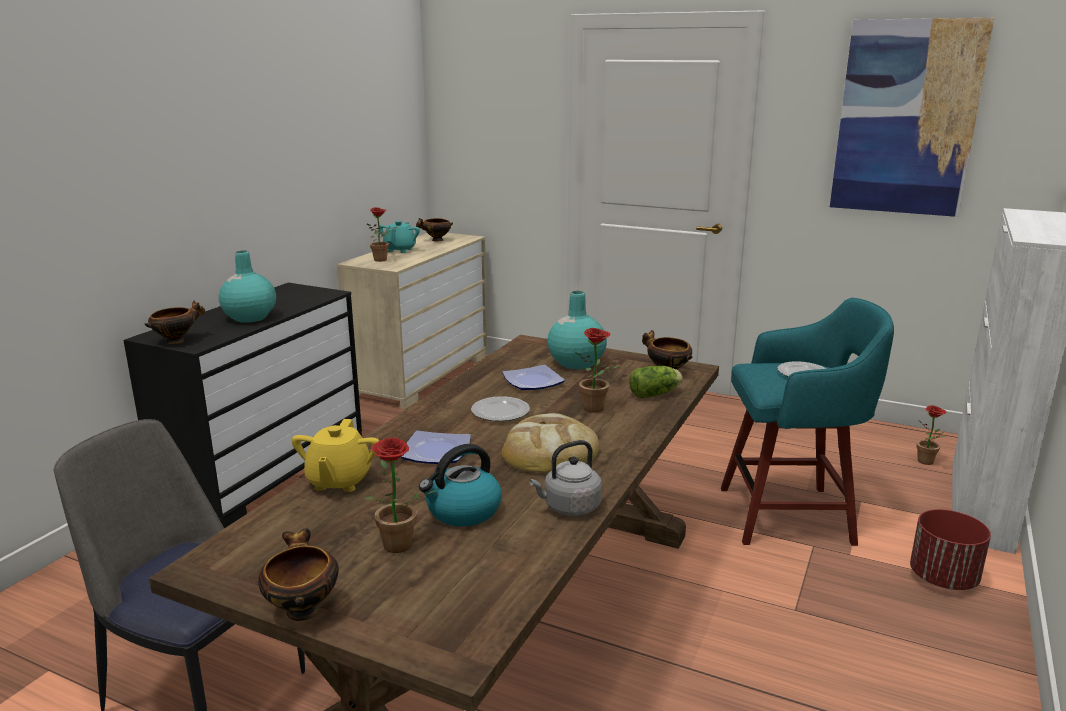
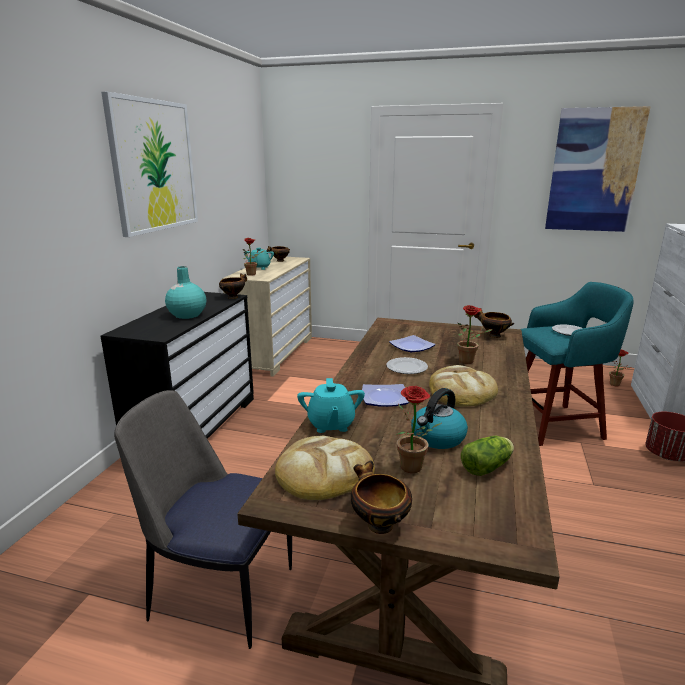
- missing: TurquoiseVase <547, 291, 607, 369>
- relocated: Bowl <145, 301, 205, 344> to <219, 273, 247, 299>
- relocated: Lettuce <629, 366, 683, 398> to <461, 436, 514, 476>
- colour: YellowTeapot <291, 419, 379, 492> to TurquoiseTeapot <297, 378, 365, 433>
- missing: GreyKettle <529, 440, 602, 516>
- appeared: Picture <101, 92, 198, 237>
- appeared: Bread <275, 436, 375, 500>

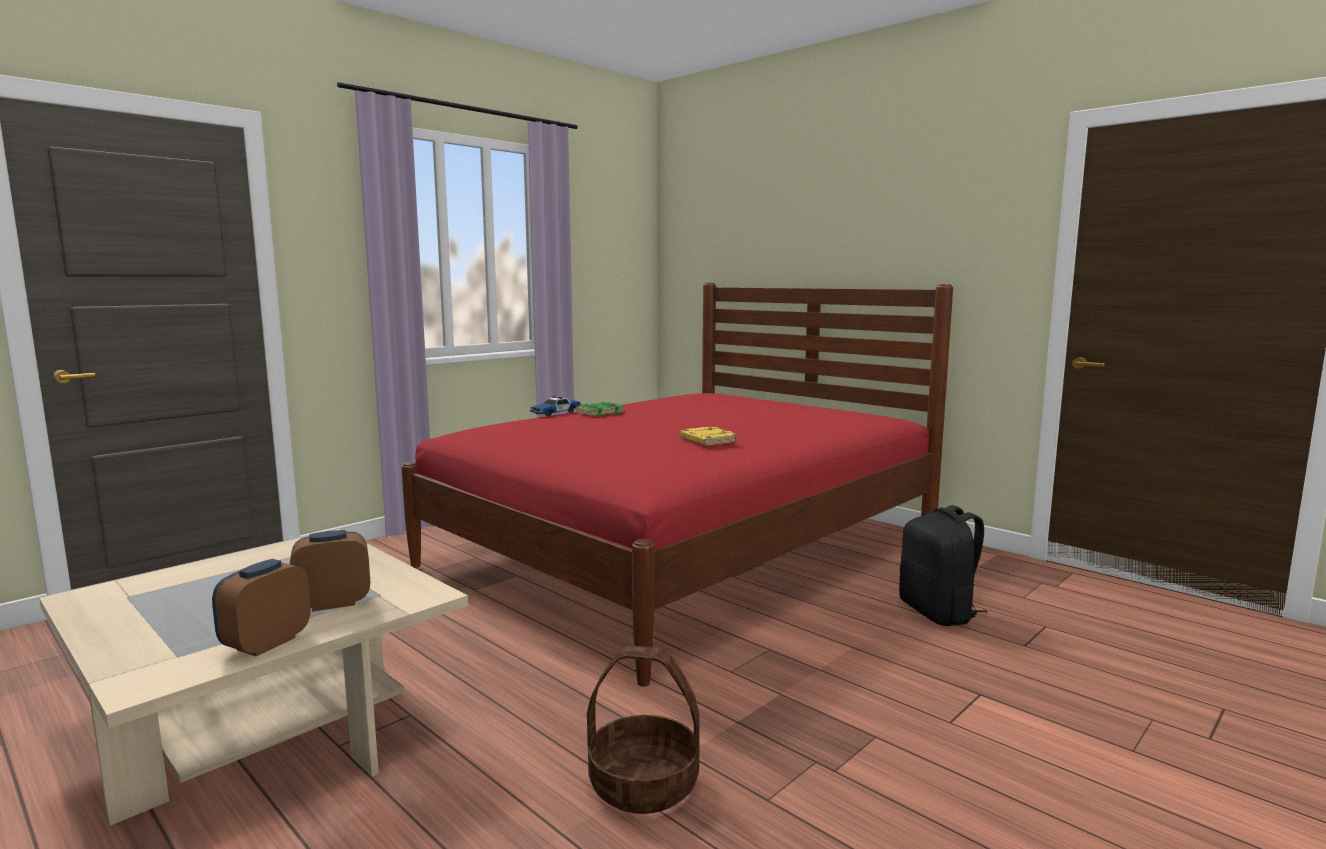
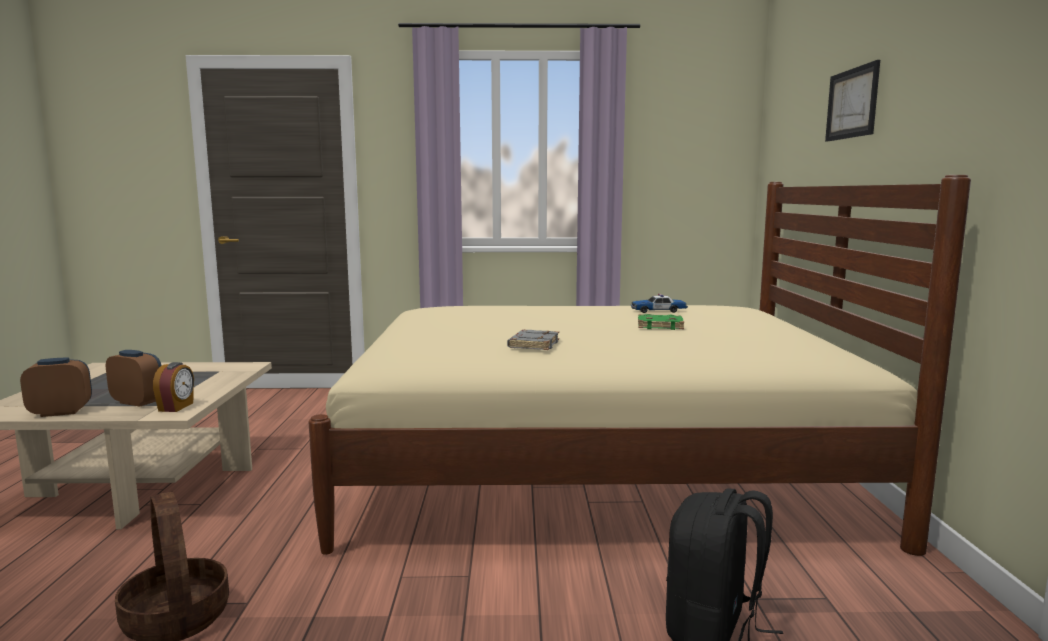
- colour: RedBed <401, 283, 953, 687> to BeigeBed <308, 175, 971, 556>
- relocated: ToyCar <530, 396, 582, 416> to <631, 294, 688, 313>
- relocated: GreenBook <576, 402, 625, 416> to <638, 314, 684, 330>
- colour: YellowBook <680, 426, 737, 446> to GreyBook <507, 330, 559, 350>
- appeared: Picture <825, 60, 880, 141>
- appeared: AlarmClock <153, 362, 194, 412>

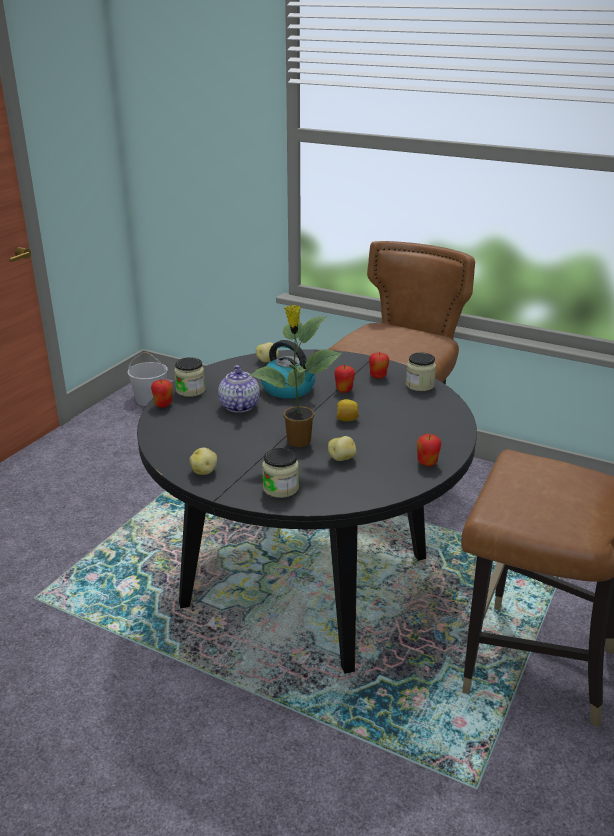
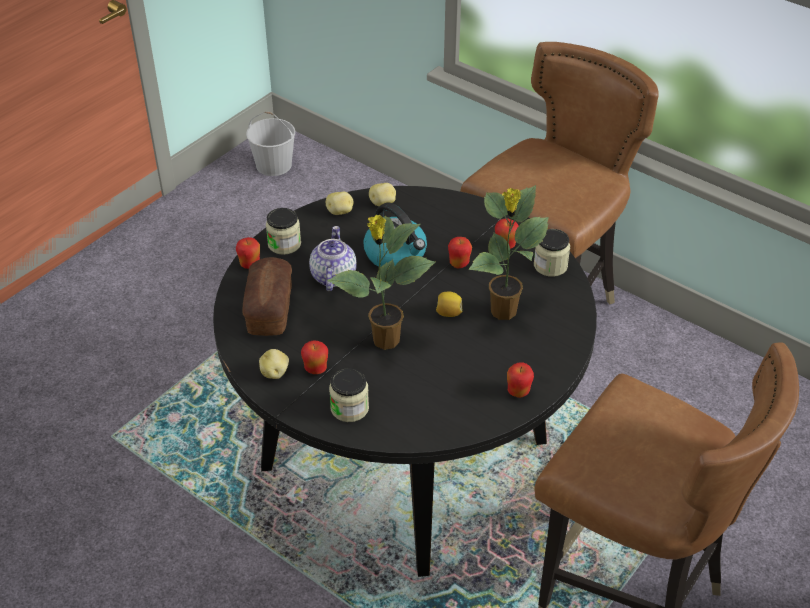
- relocated: Potato <328, 436, 356, 461> to <326, 192, 354, 215>
- appeared: PottedPlant <469, 185, 549, 320>
- appeared: Bread <242, 257, 292, 336>
- appeared: Apple <301, 340, 328, 374>

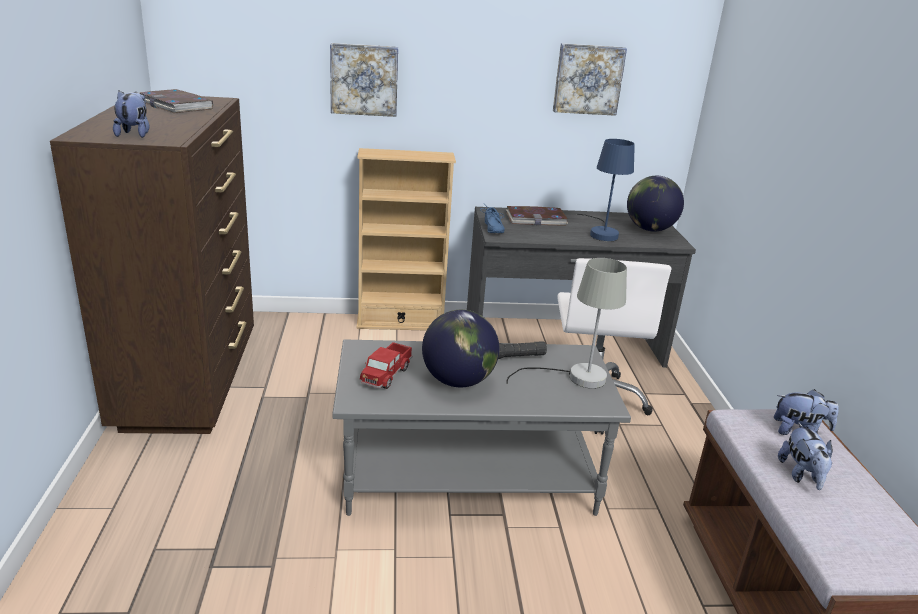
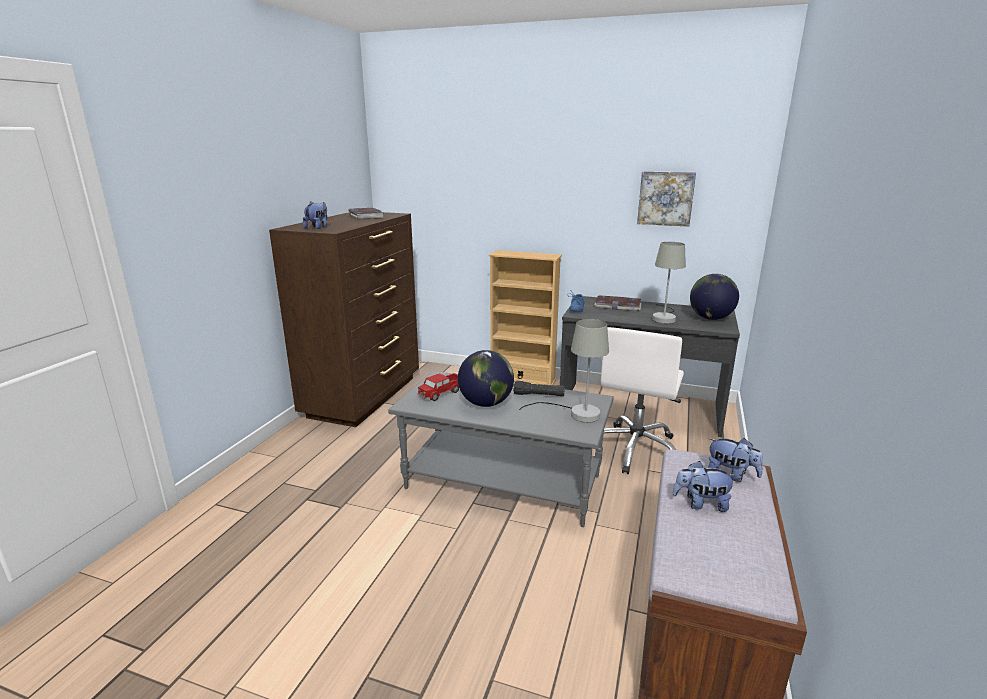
- missing: Picture <330, 43, 398, 117>
- colour: BlueTableLamp <577, 139, 635, 242> to GreyTableLamp <652, 242, 686, 324>
- spun: PlushToy <778, 422, 833, 490> = <673, 461, 737, 512> 75 degrees clockwise

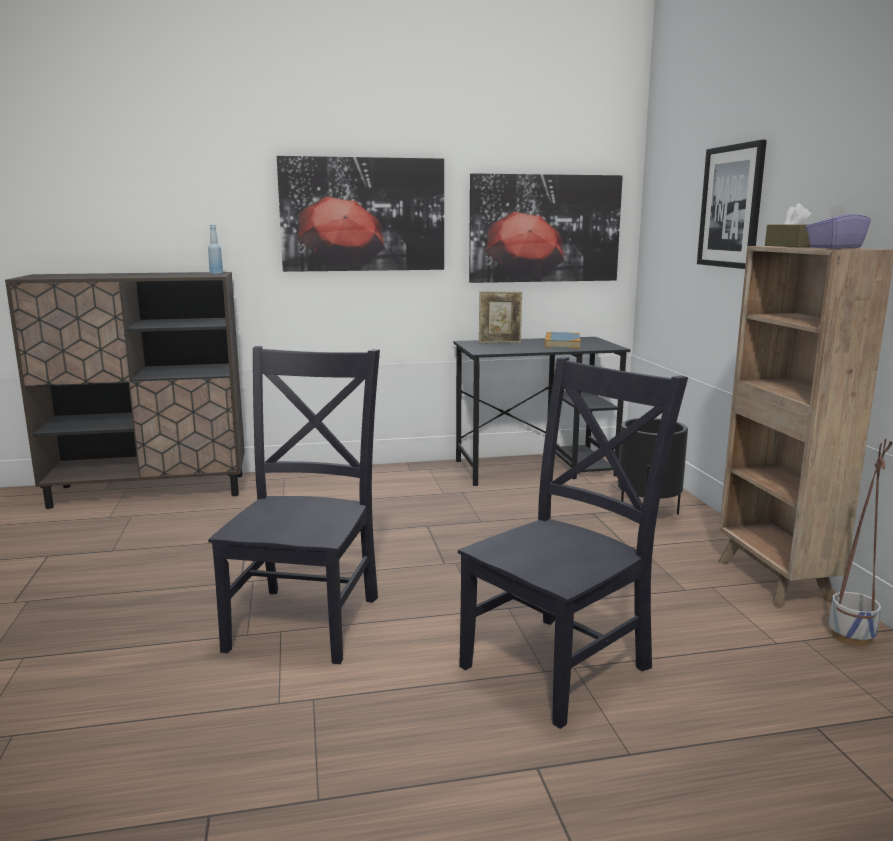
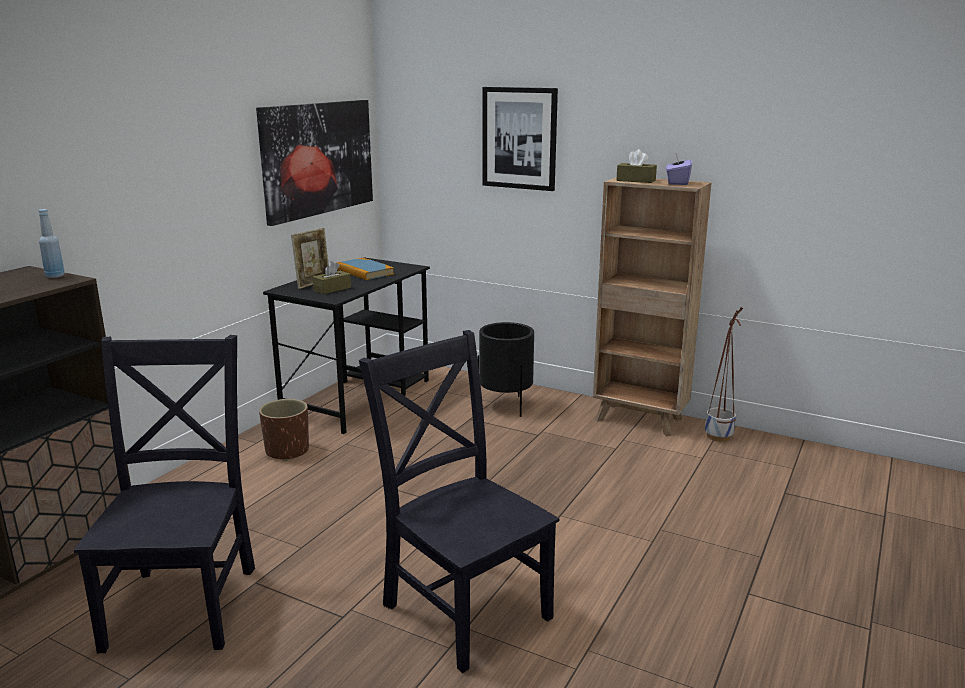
- missing: Picture <277, 156, 444, 272>
- relocated: BlackChair <458, 357, 688, 729> to <74, 335, 255, 653>
- appeared: BrownTissueBox <312, 261, 351, 294>
- appeared: BrownPlanter <259, 399, 309, 461>

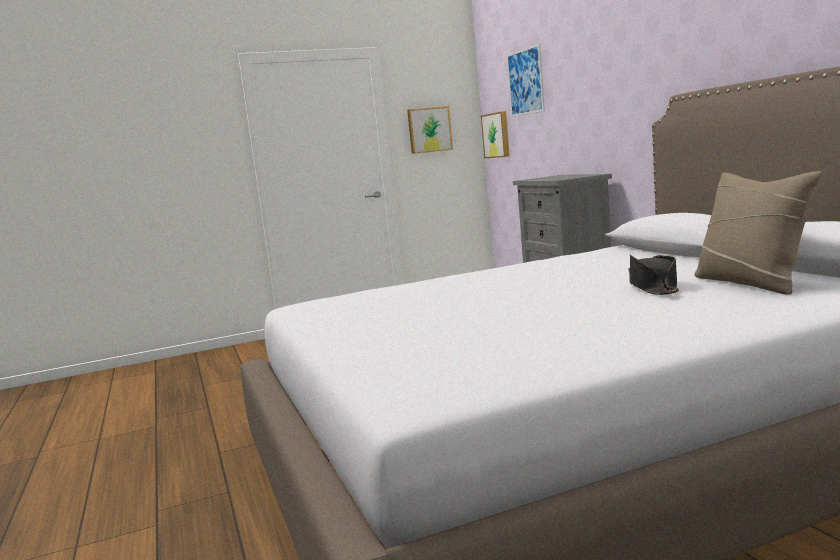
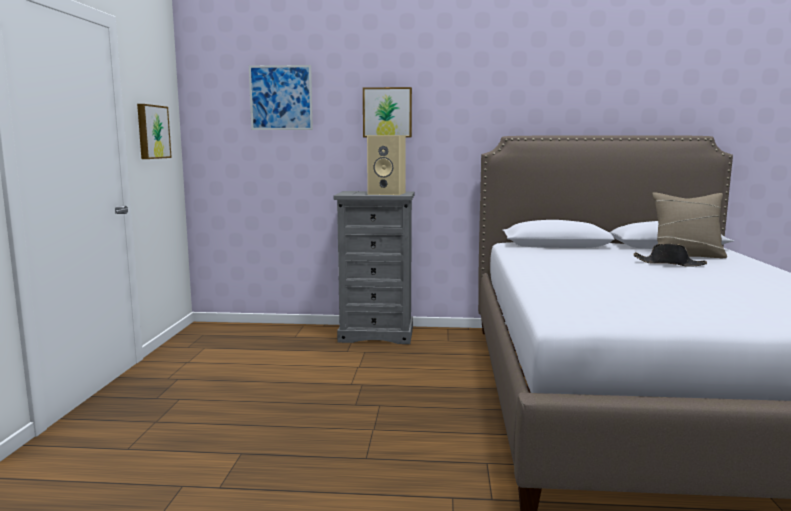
- relocated: Picture <481, 111, 510, 158> to <363, 87, 412, 137>
- appeared: BeigeSpeaker <367, 135, 406, 195>

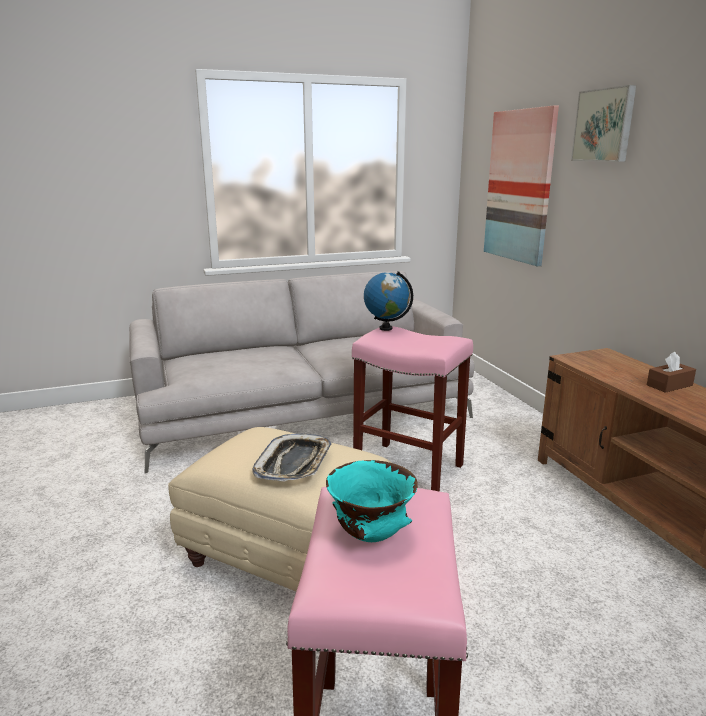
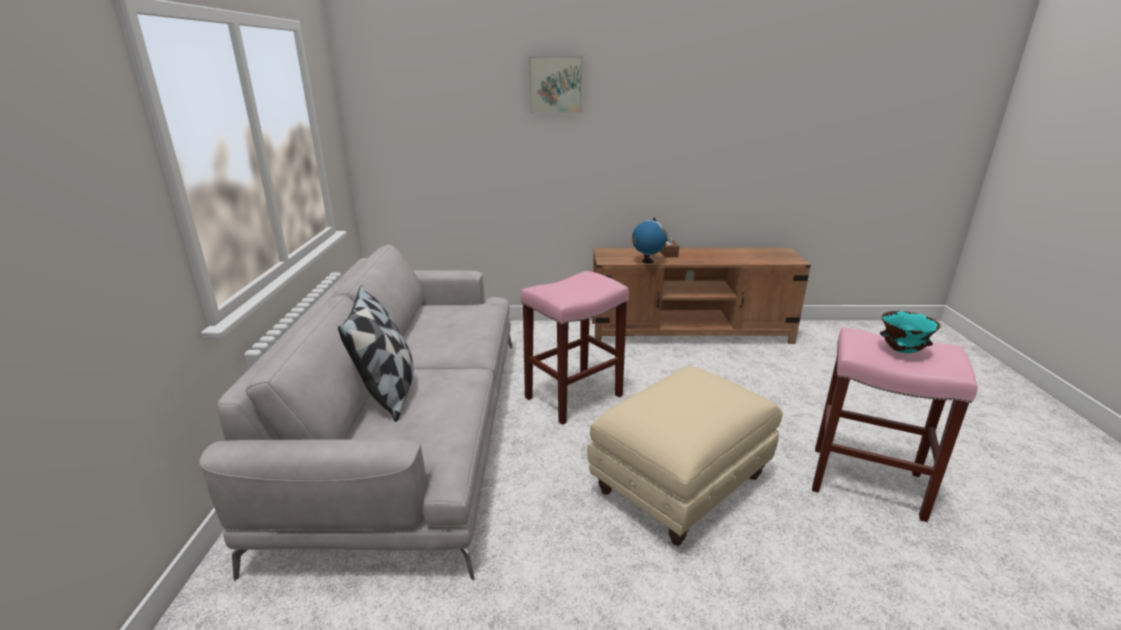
- missing: Picture <484, 105, 559, 266>
- relocated: Globe <364, 271, 413, 331> to <632, 218, 667, 264>
- missing: Tray <252, 433, 332, 482>
- appeared: Pillow <338, 285, 413, 422>

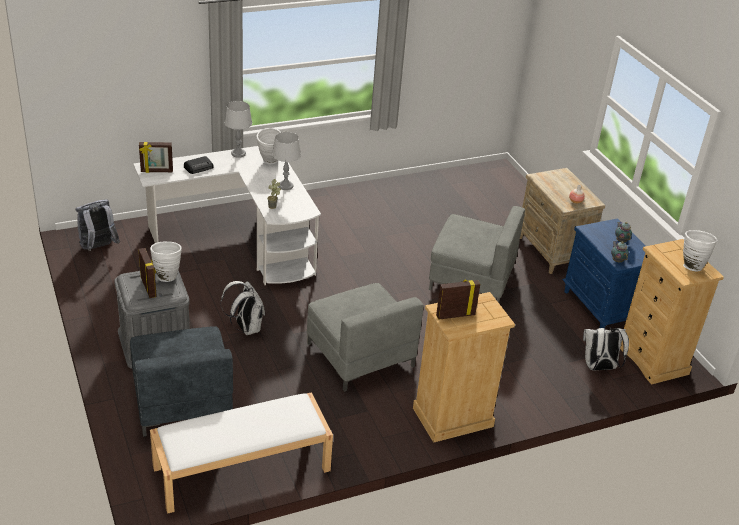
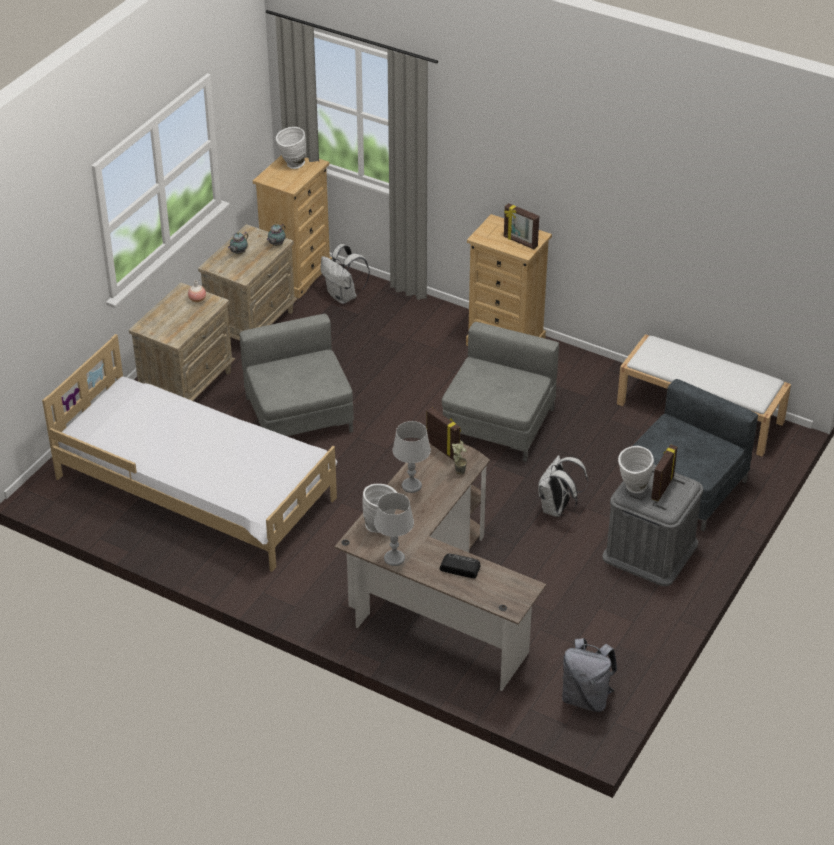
- relocated: PictureFrame <139, 142, 173, 173> to <427, 408, 461, 460>
- colour: WhiteDesk <133, 146, 321, 285> to BrownDesk <334, 442, 546, 691>
- colour: BlueNightstand <562, 218, 645, 329> to BeigeNightstand <198, 224, 298, 341>
- appeared: WhiteBed <42, 334, 338, 572>

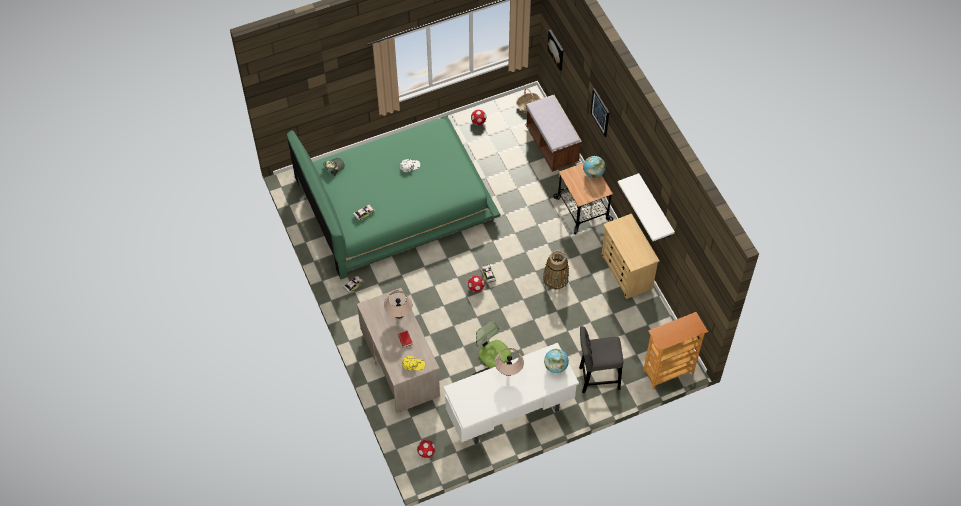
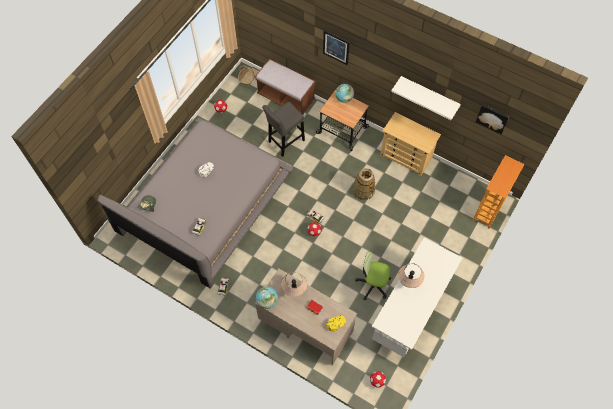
- relocated: Picture <547, 29, 564, 71> to <476, 104, 509, 135>
- colour: GreenBed <287, 116, 501, 279> to GreyBed <98, 117, 294, 288>
- relocated: GreyStool <579, 326, 623, 393> to <262, 102, 305, 157>
- relocated: Globe <544, 349, 569, 373> to <256, 287, 278, 309>

